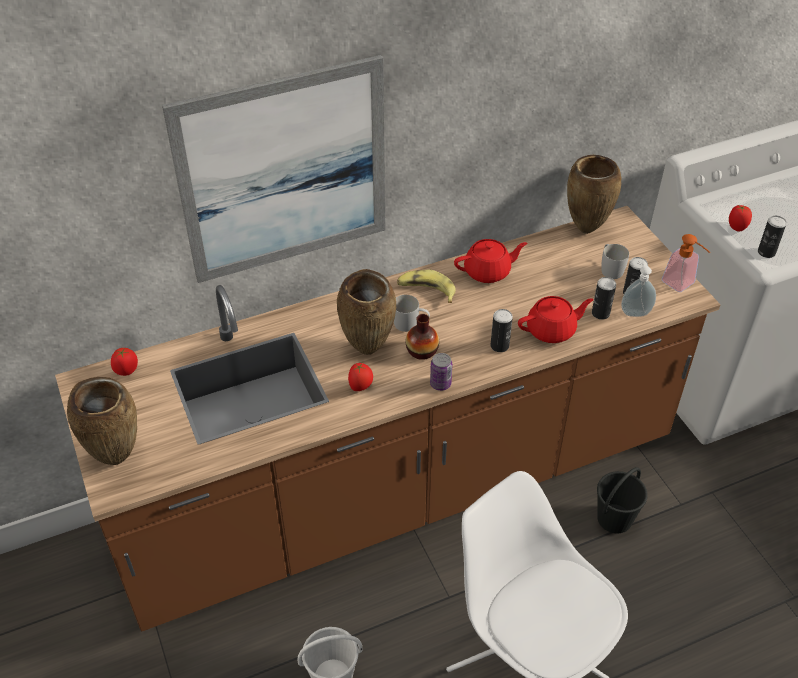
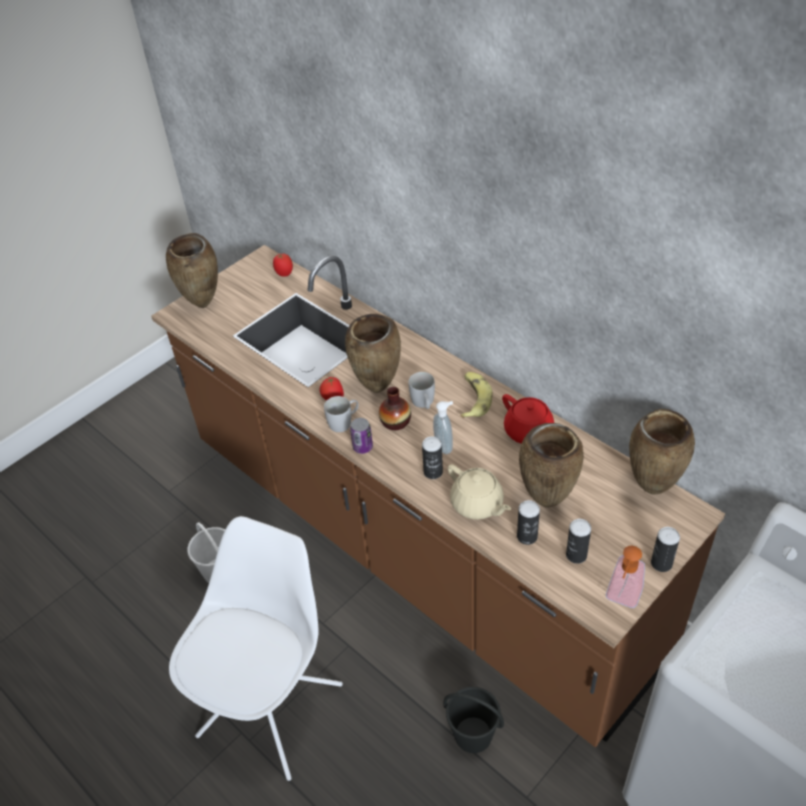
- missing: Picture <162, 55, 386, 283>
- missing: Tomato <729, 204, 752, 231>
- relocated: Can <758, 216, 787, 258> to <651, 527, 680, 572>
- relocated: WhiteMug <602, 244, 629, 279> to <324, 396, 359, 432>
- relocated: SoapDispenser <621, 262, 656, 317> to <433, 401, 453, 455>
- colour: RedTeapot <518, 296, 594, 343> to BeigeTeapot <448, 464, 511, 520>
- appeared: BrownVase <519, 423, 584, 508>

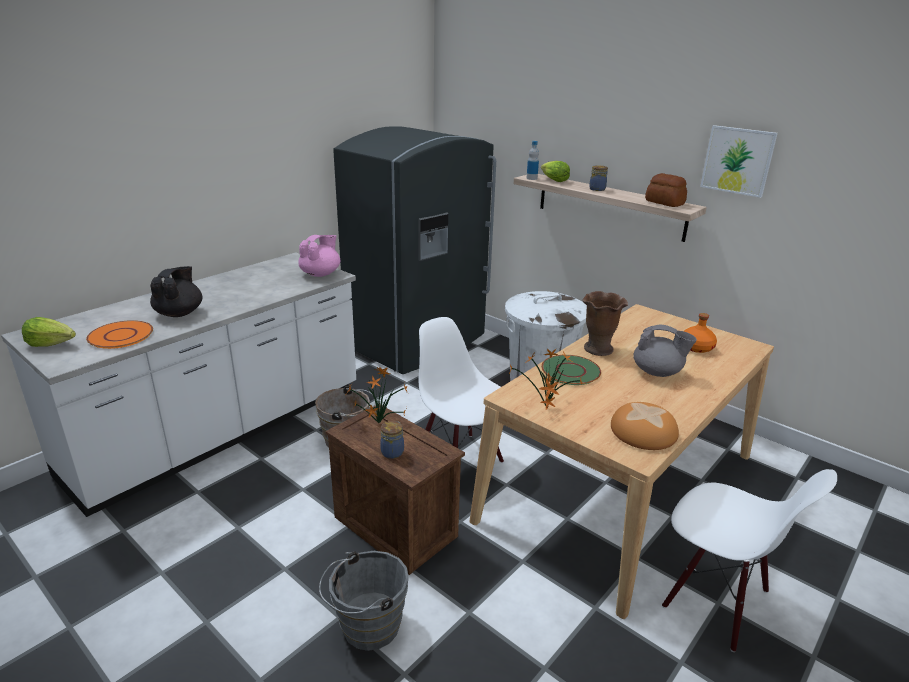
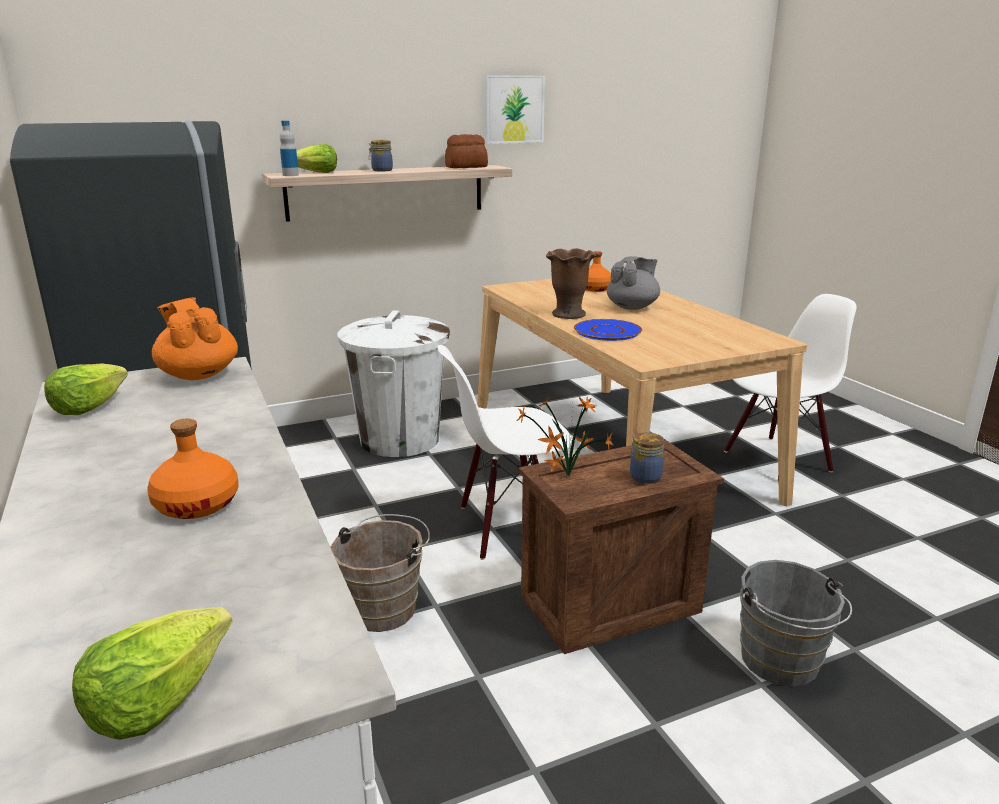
- colour: PinkTeapot <298, 235, 340, 277> to OrangeTeapot <152, 297, 238, 380>
- exchanged: BlackTeapot <150, 266, 203, 317> to OrangeBottle <147, 418, 239, 519>
- missing: OrangePlate <86, 320, 153, 349>
- missing: PottedPlant <509, 349, 583, 410>
- colour: GreenPlate <541, 355, 601, 385> to BluePlate <574, 319, 642, 341>
- missing: Bread <611, 402, 679, 450>
- appeared: Lettuce <44, 364, 128, 415>

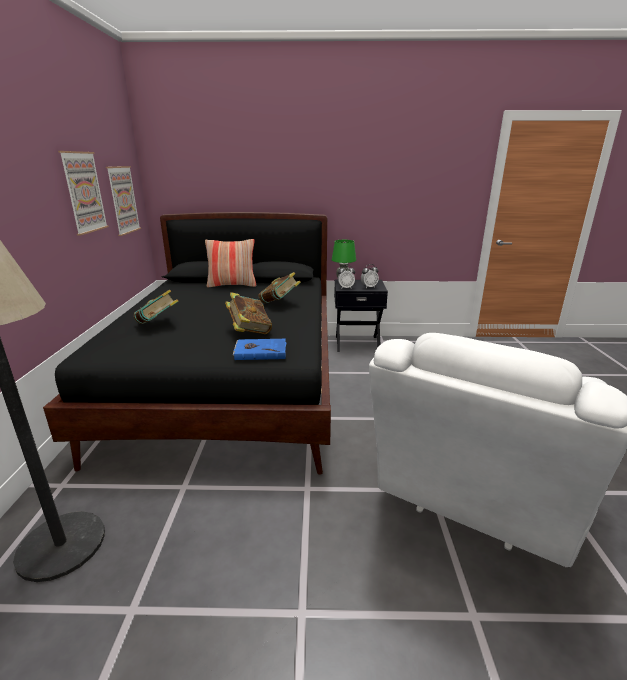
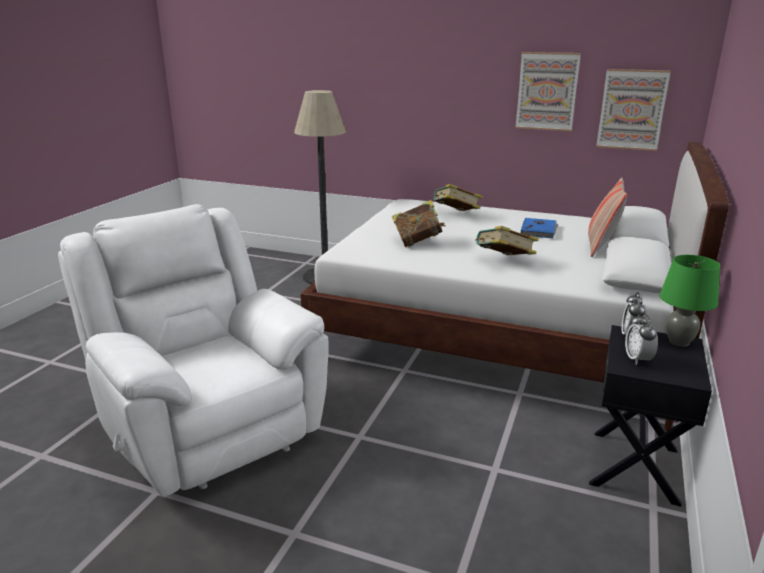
- colour: BlackBed <43, 212, 331, 475> to WhiteBed <300, 142, 729, 431>
- relocated: BlueBook <233, 339, 287, 360> to <521, 218, 558, 238>

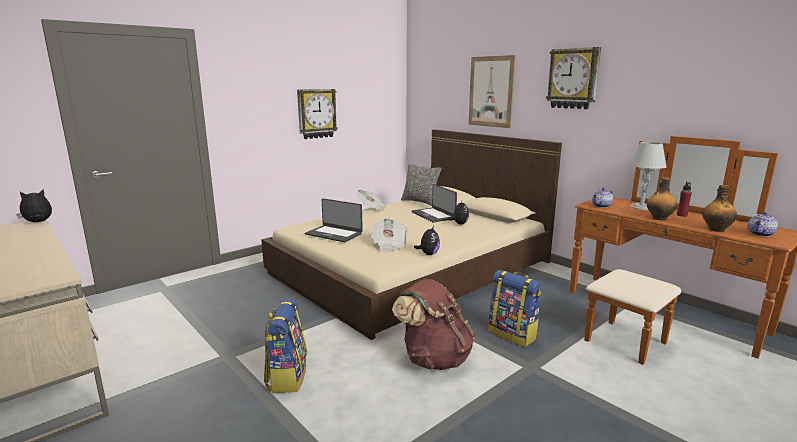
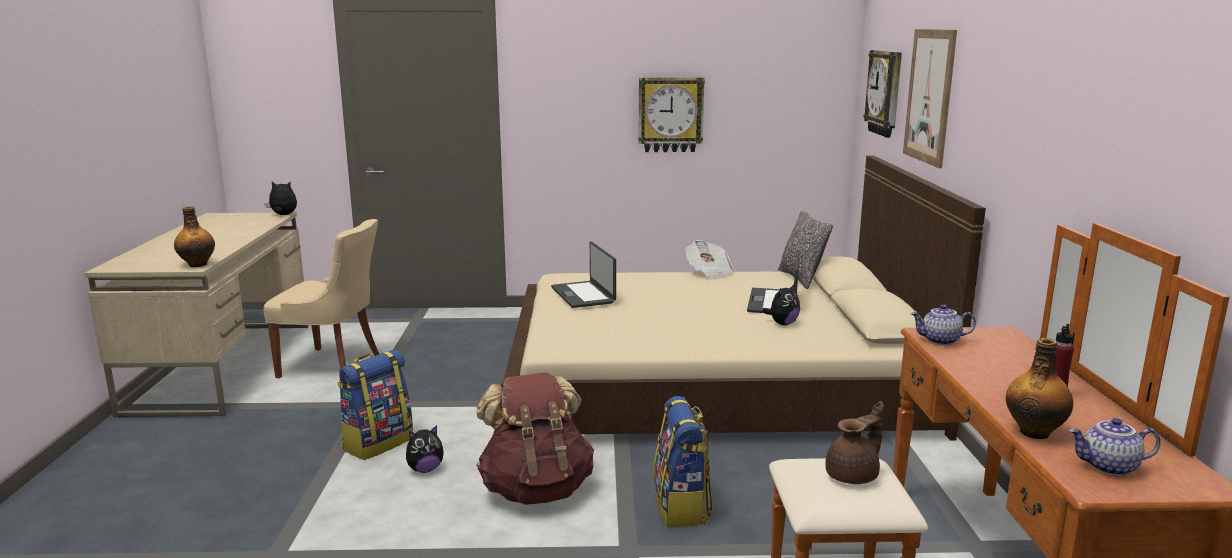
- relocated: WallClock <546, 47, 601, 109> to <863, 50, 902, 138>
- missing: GreyTableLamp <630, 142, 667, 210>
- relocated: Bottle <647, 177, 677, 221> to <174, 206, 215, 267>
- missing: Newspaper <370, 218, 408, 253>
- relocated: PlushToy <414, 226, 440, 255> to <406, 426, 444, 473>
- appeared: BeigeChair <263, 219, 379, 378>
- appeared: BrownTeapot <825, 401, 884, 484>

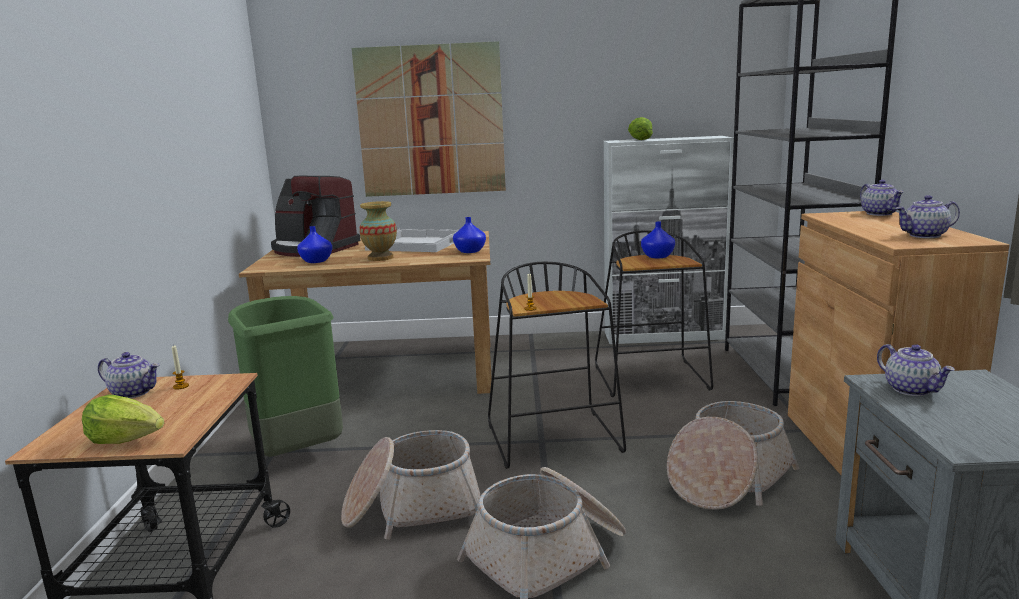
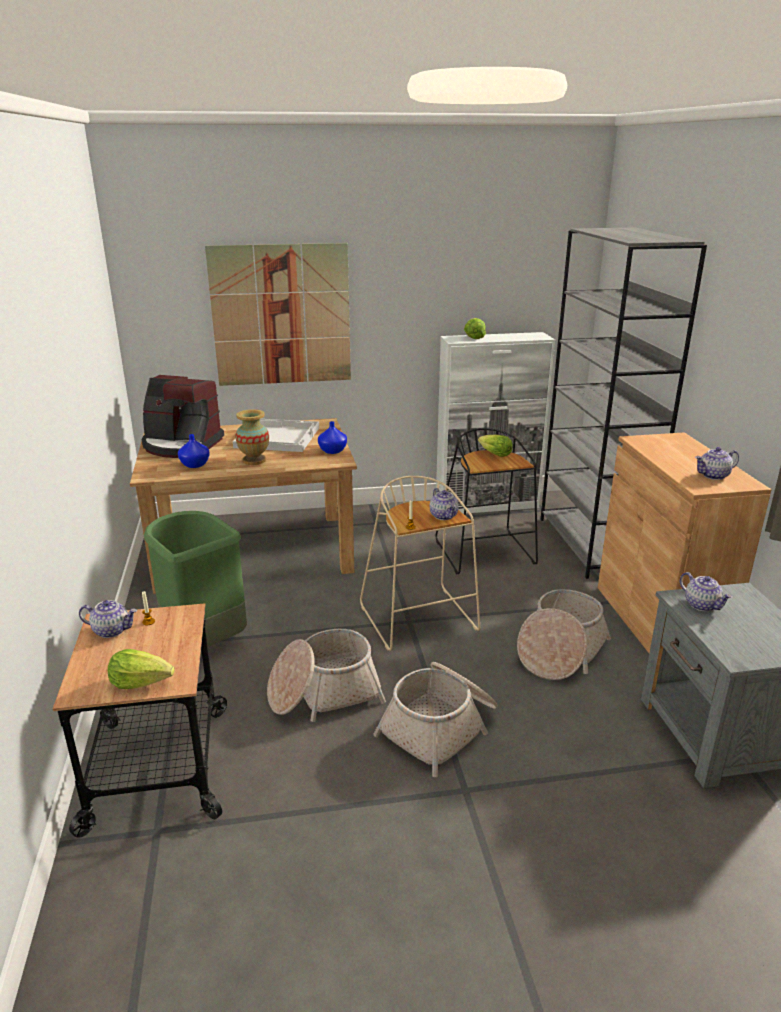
- relocated: Teapot <860, 180, 904, 216> to <430, 488, 459, 520>
- exchanged: BlueVase <641, 221, 675, 258> to Lettuce <478, 435, 512, 457>
- colour: BlackStool <488, 262, 626, 469> to BeigeStool <360, 476, 480, 651>

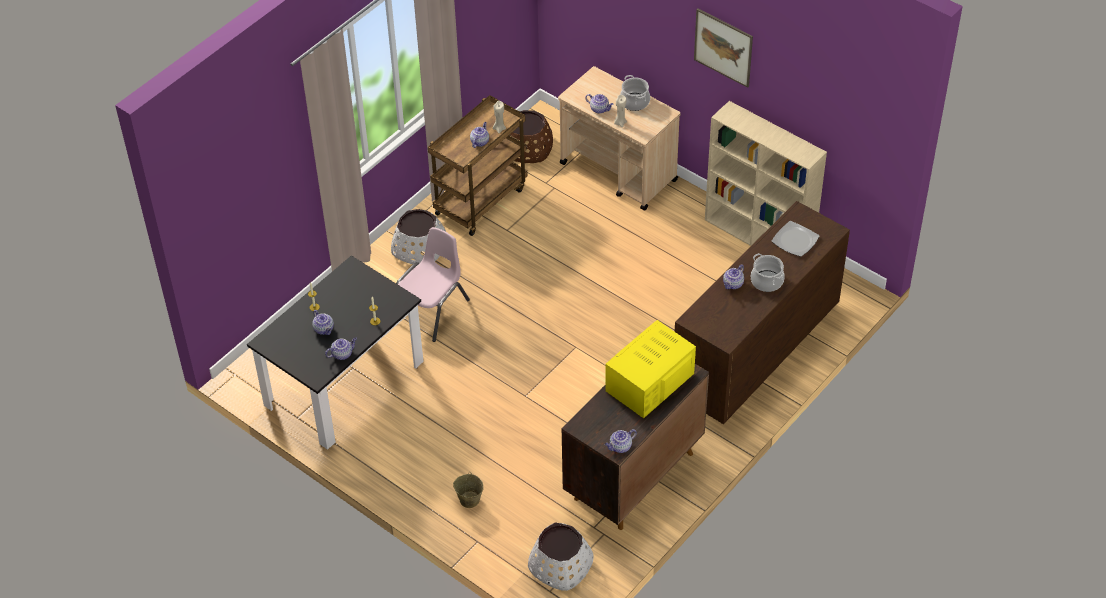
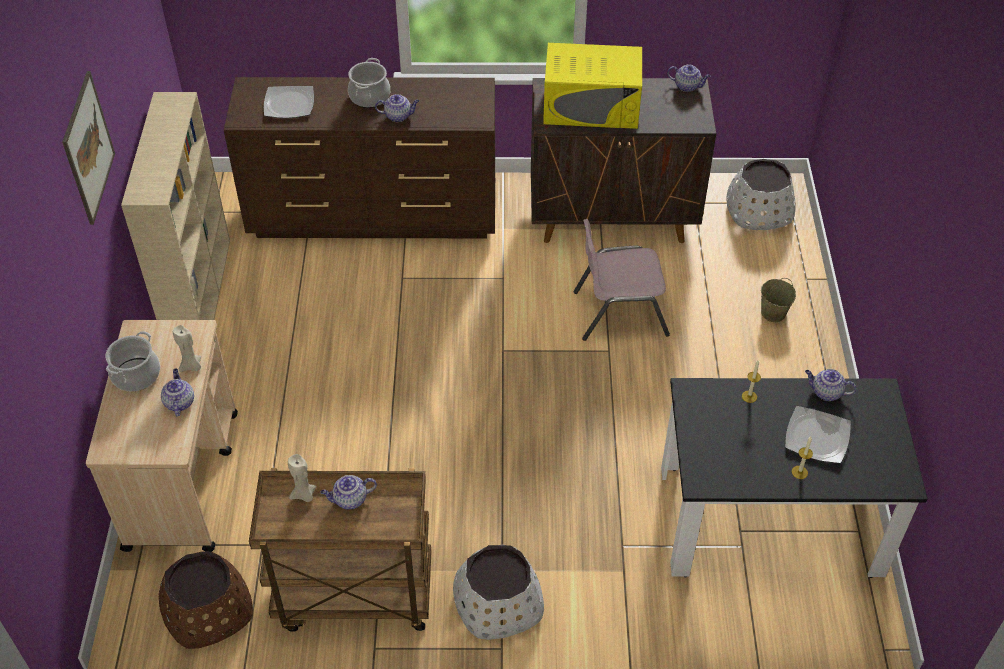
- relocated: PinkChair <396, 227, 470, 342> to <573, 219, 670, 341>
- exchanged: Teapot <312, 310, 334, 335> to Plate <785, 406, 851, 464>

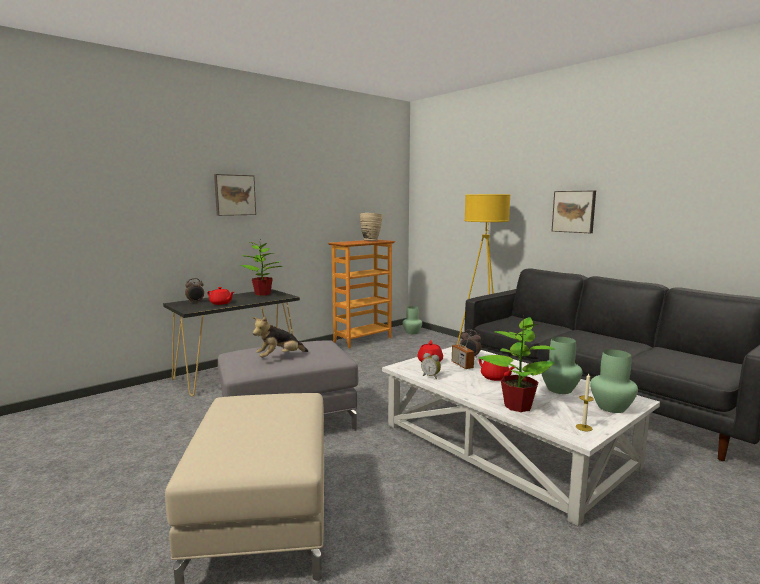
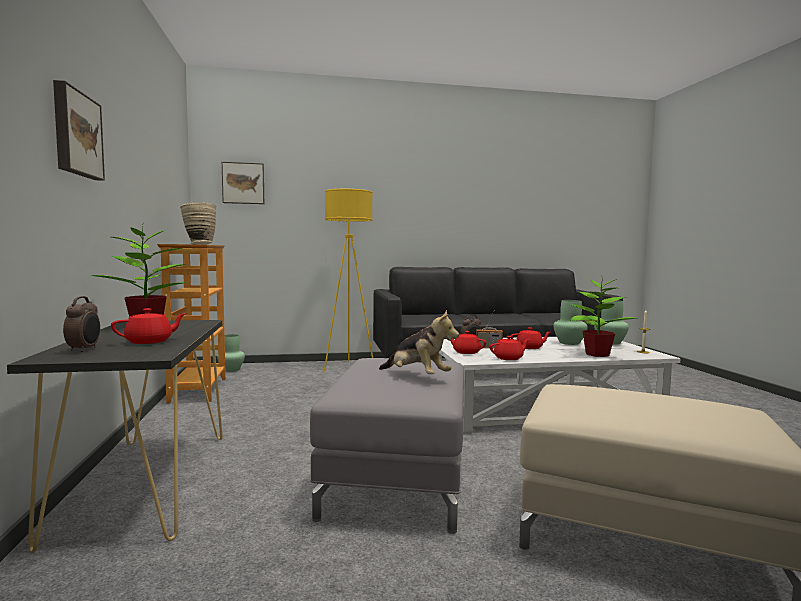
- relocated: Picture <552, 190, 596, 233> to <222, 162, 264, 204>
- spun: PlushToy <253, 317, 308, 358> = <379, 310, 459, 374> 45 degrees counterclockwise
- exchanged: AlarmClock <421, 353, 441, 379> to RedTeapot <490, 336, 530, 360>

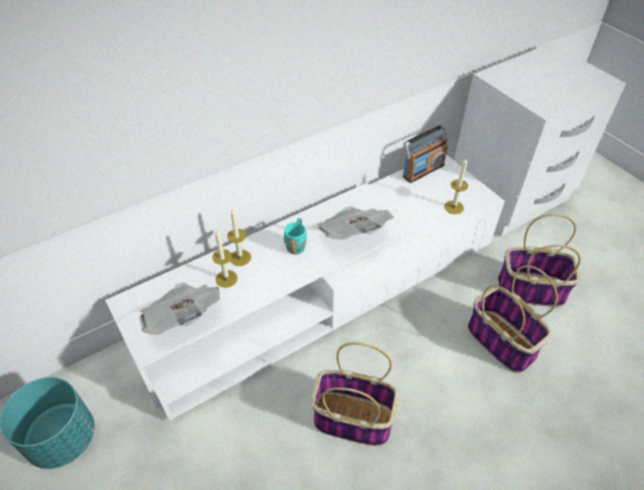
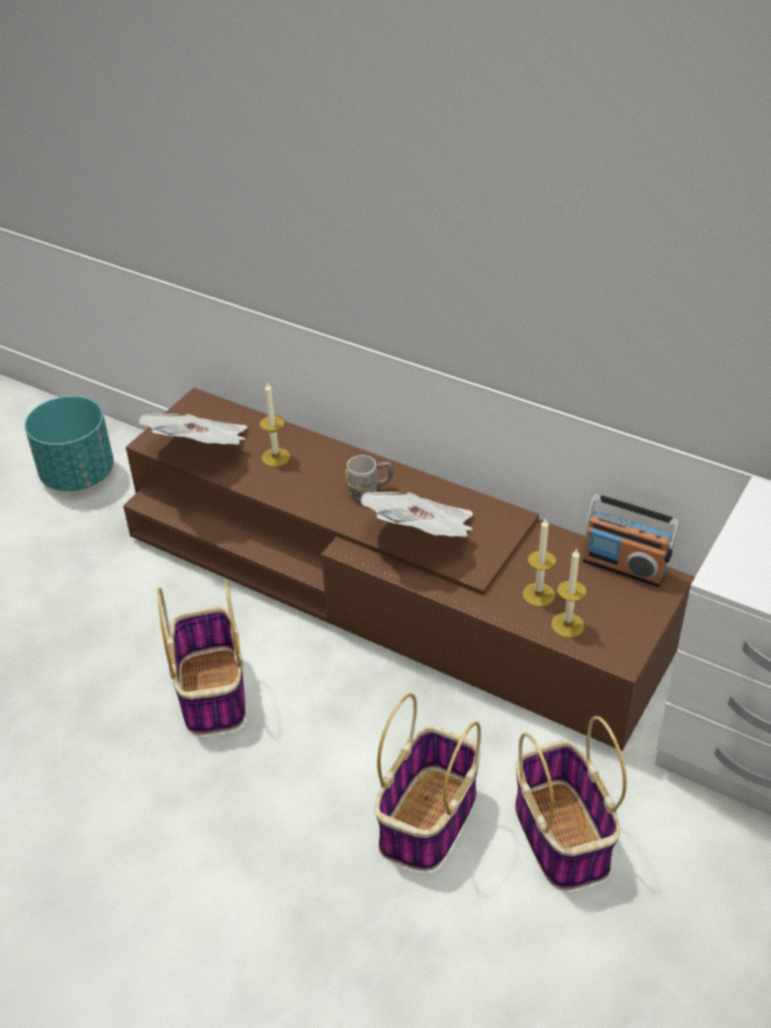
- colour: WhiteTvStand <105, 155, 505, 421> to BrownTvStand <123, 388, 694, 751>
- relocated: Candle <227, 209, 251, 266> to <523, 518, 556, 607>
- colour: TurquoiseMug <284, 218, 307, 254> to GreyMug <345, 455, 393, 501>

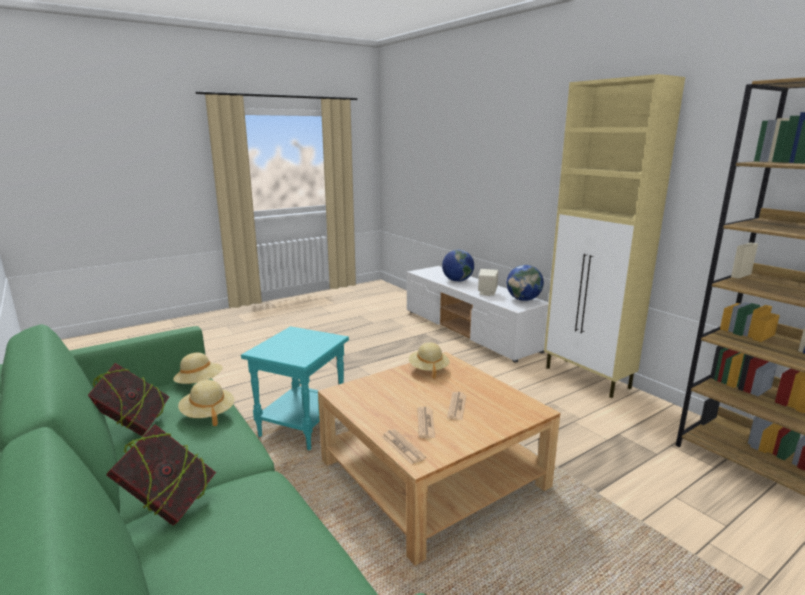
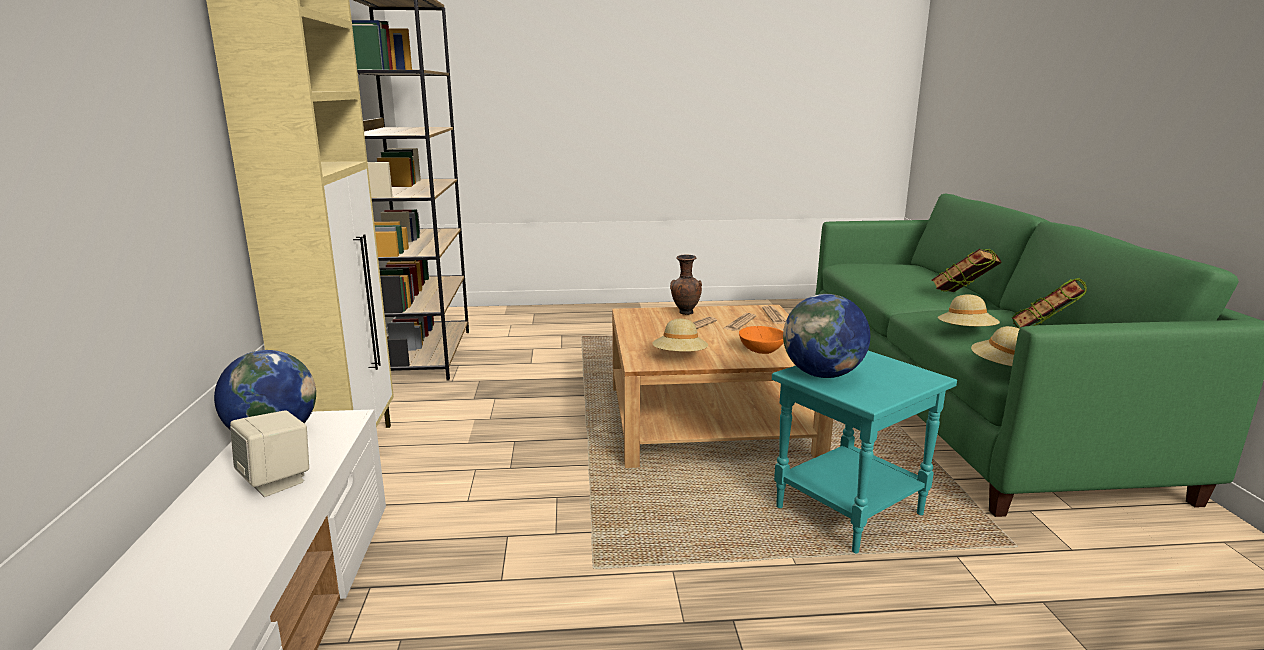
- relocated: Globe <442, 250, 474, 282> to <783, 294, 870, 378>
- appeared: BrownVase <670, 255, 702, 315>
- appeared: OrangeBowl <739, 326, 784, 354>

